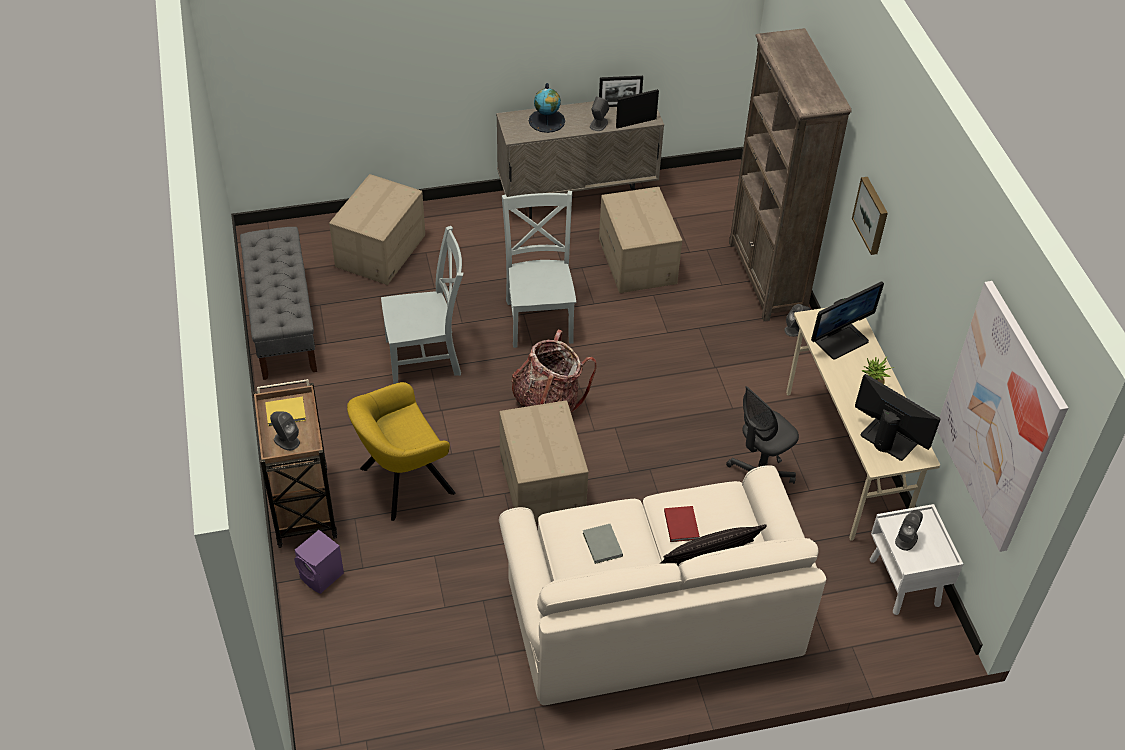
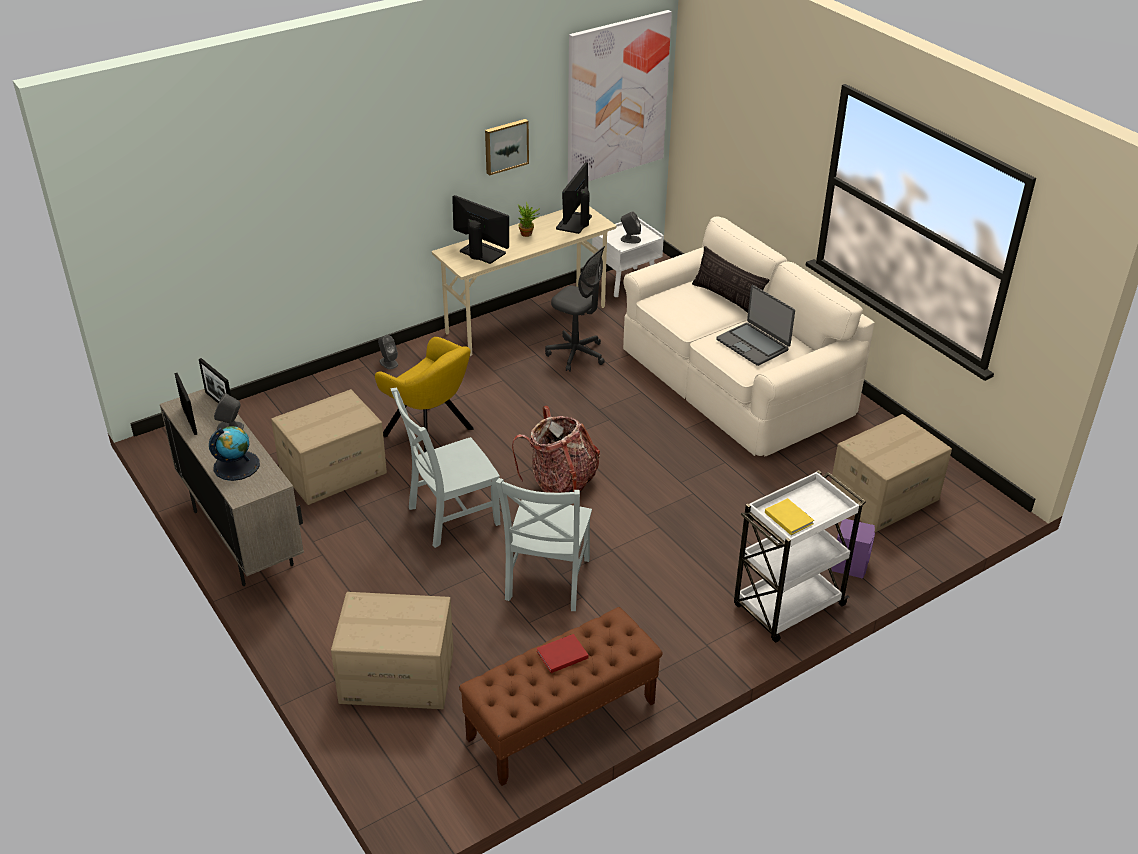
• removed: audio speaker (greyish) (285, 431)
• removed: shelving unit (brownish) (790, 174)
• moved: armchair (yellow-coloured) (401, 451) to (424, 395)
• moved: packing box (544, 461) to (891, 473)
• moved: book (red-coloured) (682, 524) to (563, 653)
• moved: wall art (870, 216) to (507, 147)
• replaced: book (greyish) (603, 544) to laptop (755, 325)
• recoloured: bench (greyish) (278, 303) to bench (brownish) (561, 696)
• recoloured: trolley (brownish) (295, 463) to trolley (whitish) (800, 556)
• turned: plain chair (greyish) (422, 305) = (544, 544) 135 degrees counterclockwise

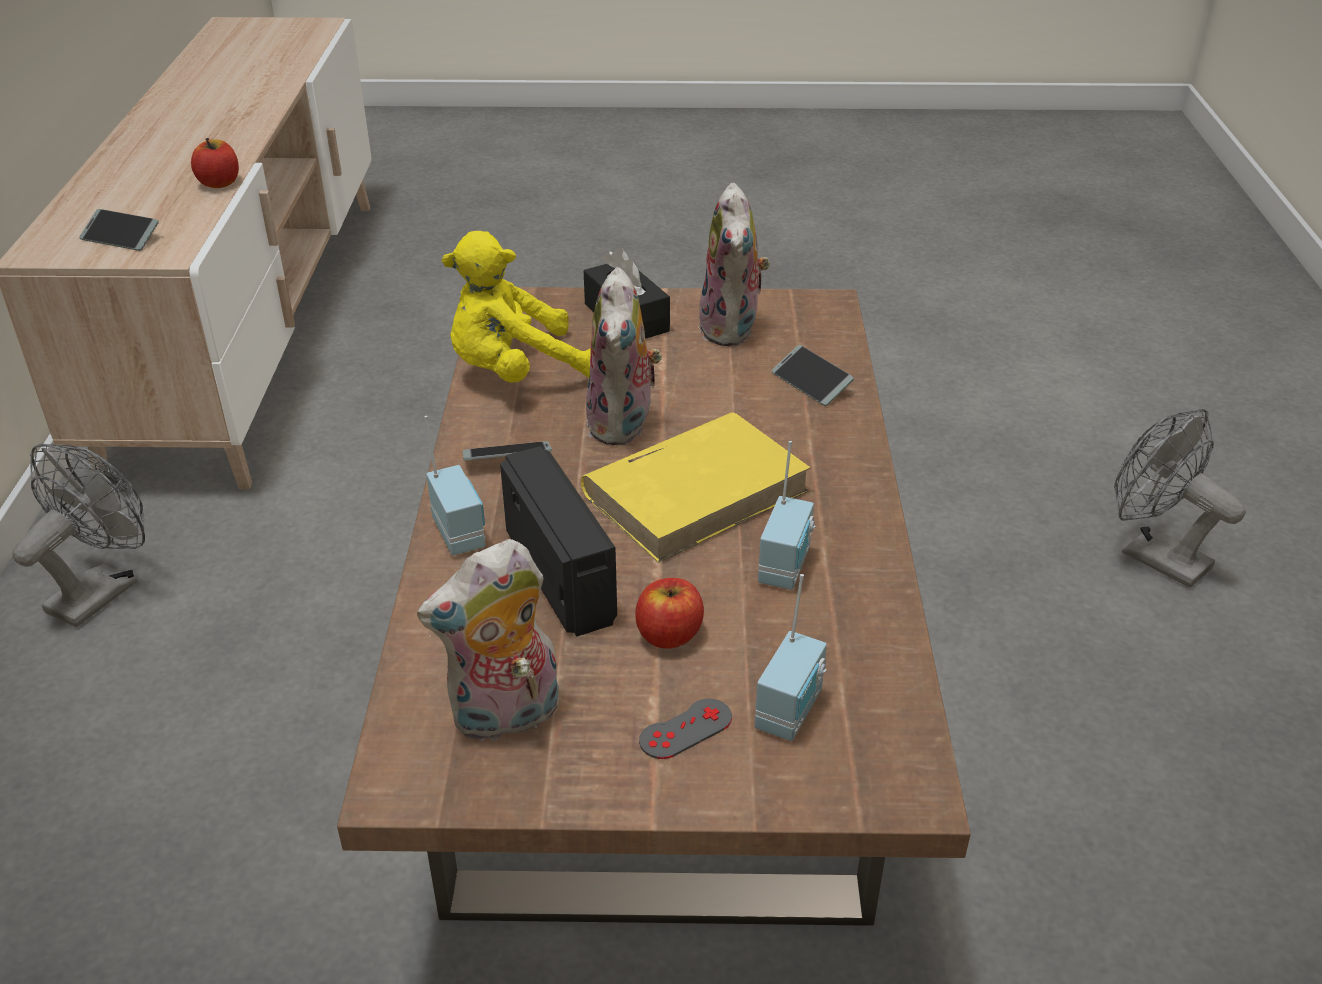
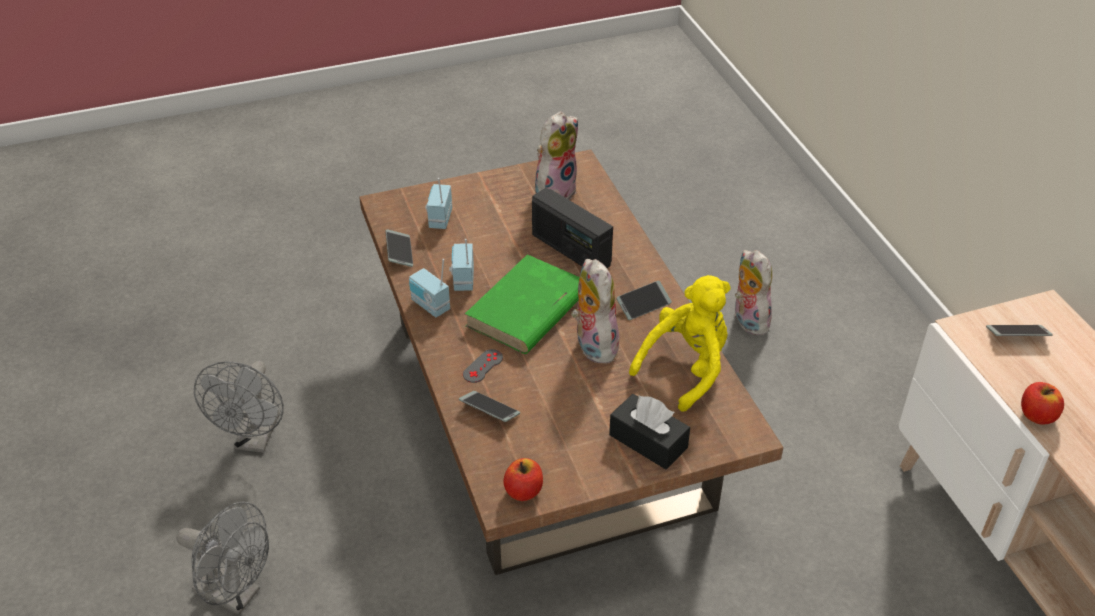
• added: handset (399, 248)
• moved: electric fan (greyish) (78, 535) to (239, 407)
• moved: radio receiver (454, 486) to (429, 288)
• moved: whole apple (669, 613) to (523, 479)
• moved: joypad (greyish) (685, 729) to (483, 366)
• moved: soft toy (734, 264) to (753, 292)
• recoloured: book (yellow-coloured) (696, 487) to book (green-coloured) (522, 304)

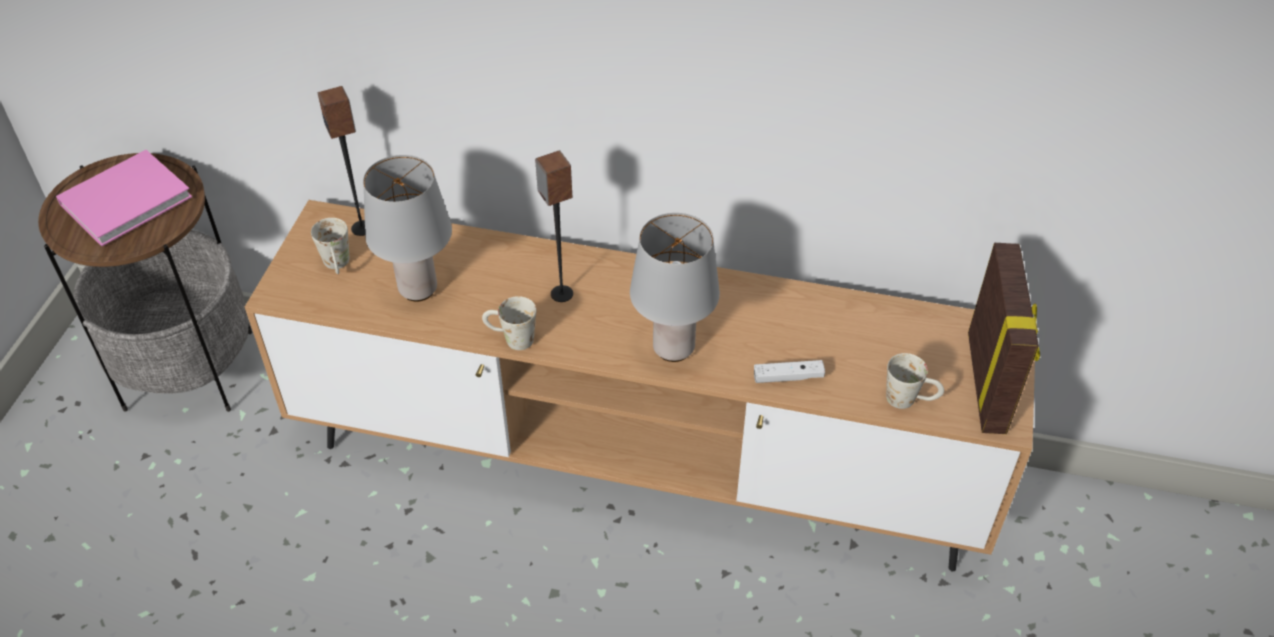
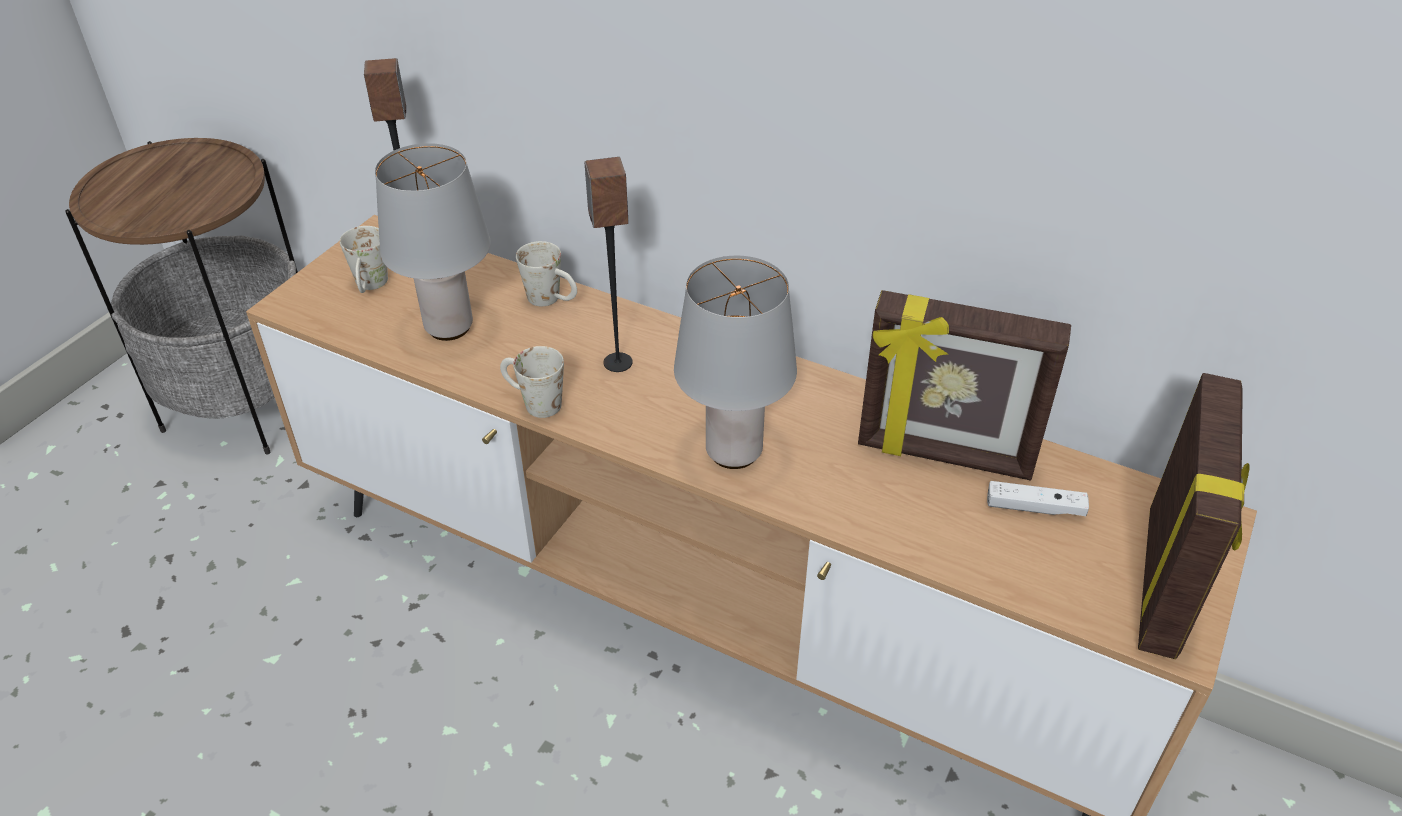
• removed: book (pinkish) (124, 198)
• added: picture frame (964, 385)
• moved: joypad (whitish) (789, 371) to (1038, 498)
• moved: coffee mug (whitish) (915, 381) to (546, 273)

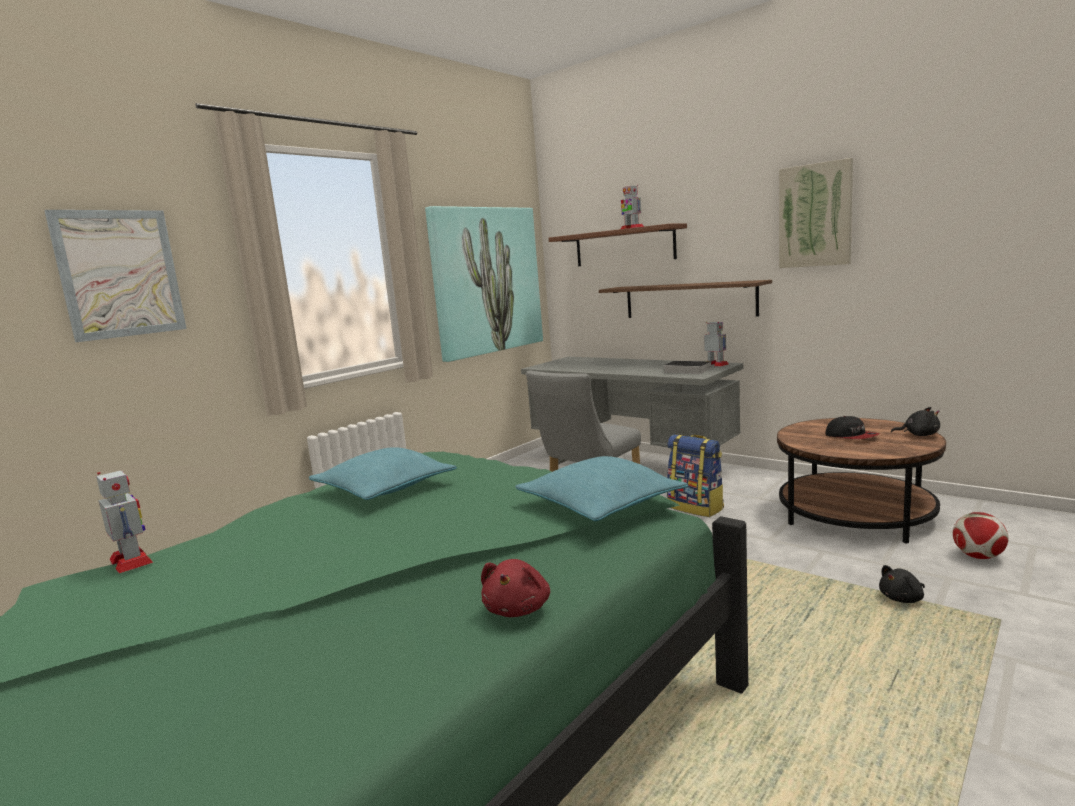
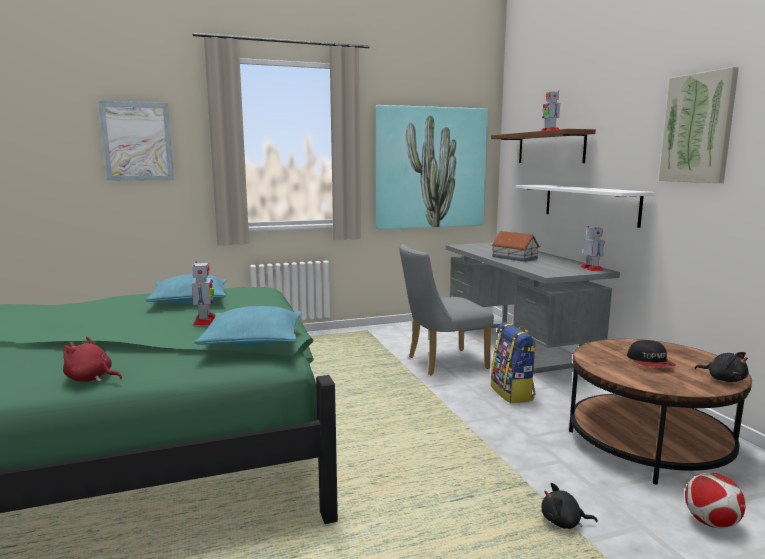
• removed: book (687, 367)
• added: miniature house (516, 246)
• moved: toy robot (124, 522) to (203, 293)
• recoloured: shelf (brownish) (685, 299) to shelf (whitish) (585, 206)
• turned: soft toy (red-coloured) (515, 588) = (92, 359) 60 degrees clockwise

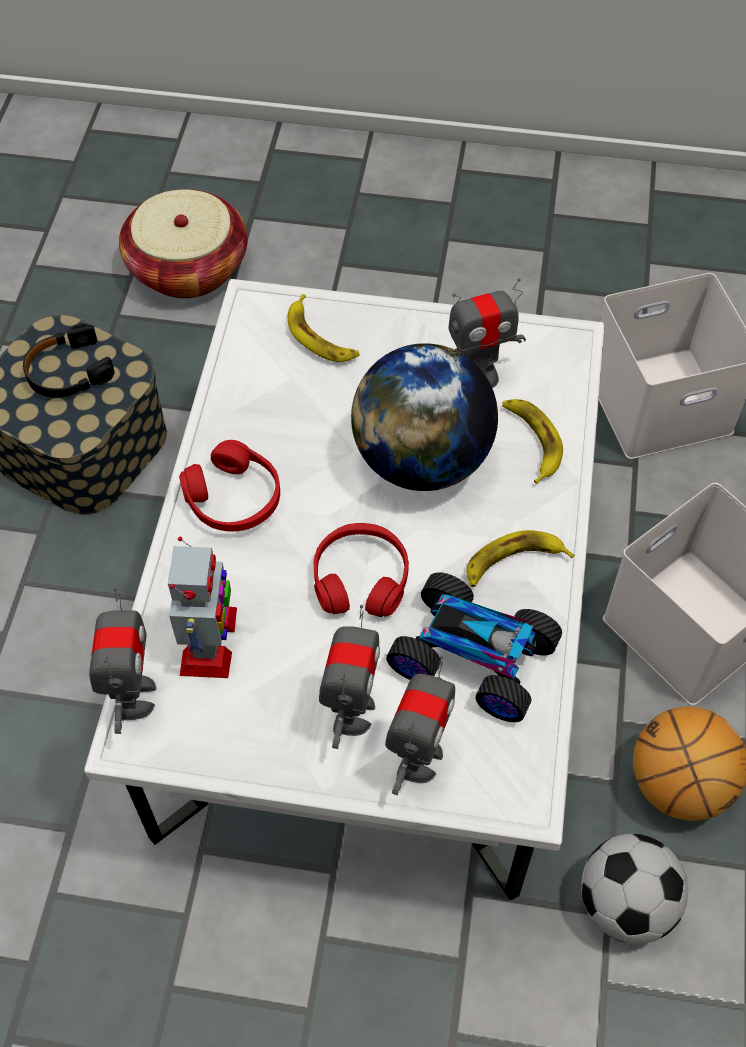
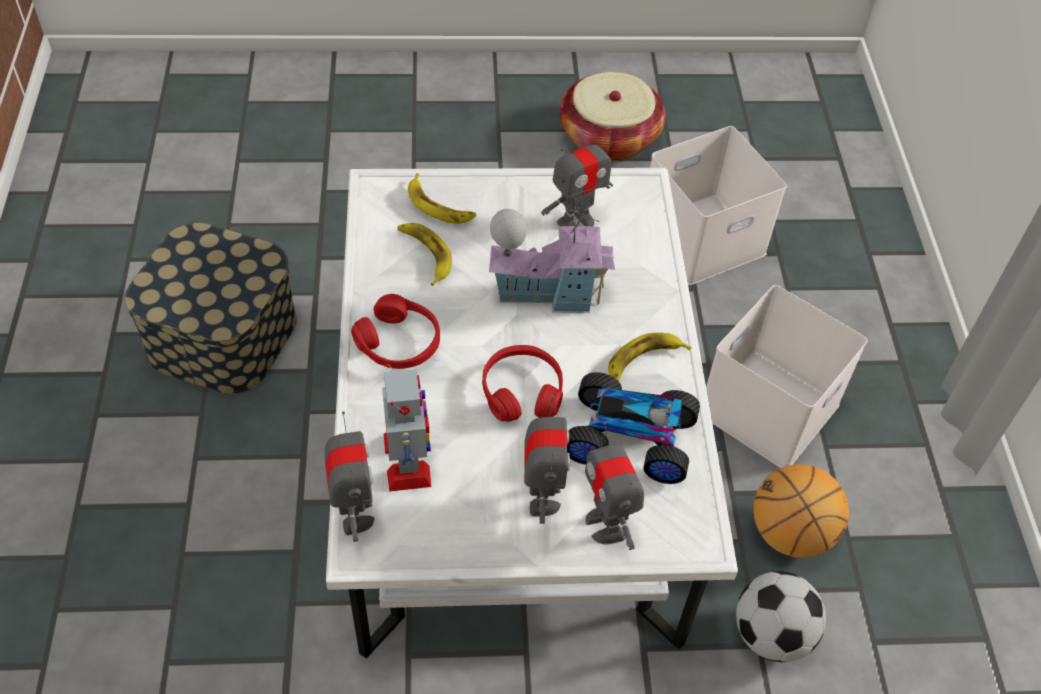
• removed: headphones (black-coloured) (69, 361)
• moved: storage basket (183, 243) to (612, 116)
• moved: banana (532, 441) to (425, 254)
• replaced: globe (424, 417) to miniature house (552, 261)
• turned: toy robot (420, 725) = (614, 486) 150 degrees clockwise

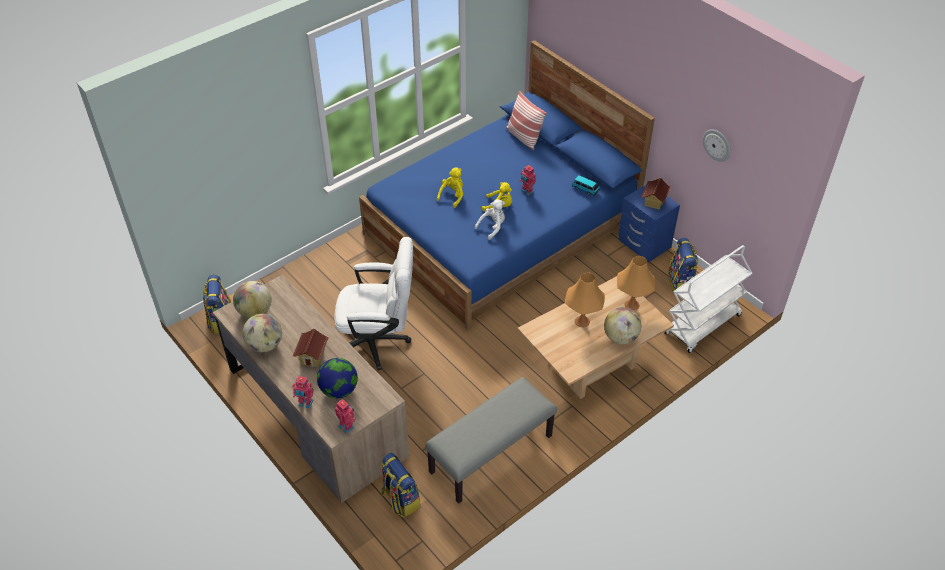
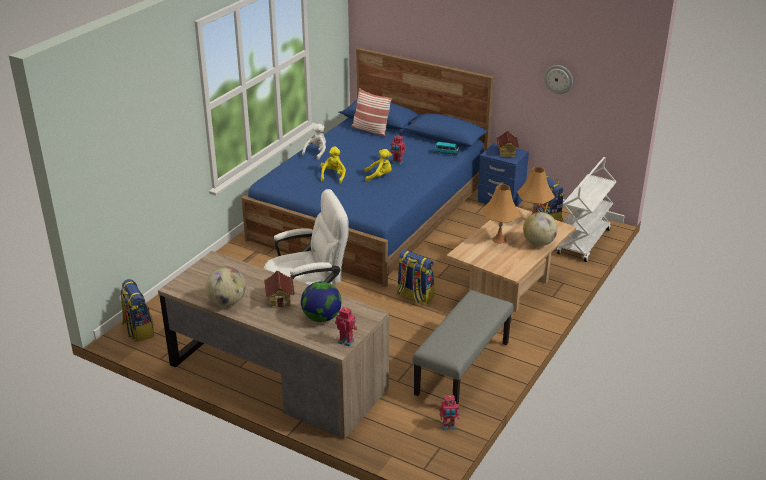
• removed: globe (252, 299)
• moved: toy robot (303, 392) to (449, 412)
• moved: knapsack (400, 485) to (415, 277)
• moved: soft toy (whitish) (490, 219) to (314, 142)

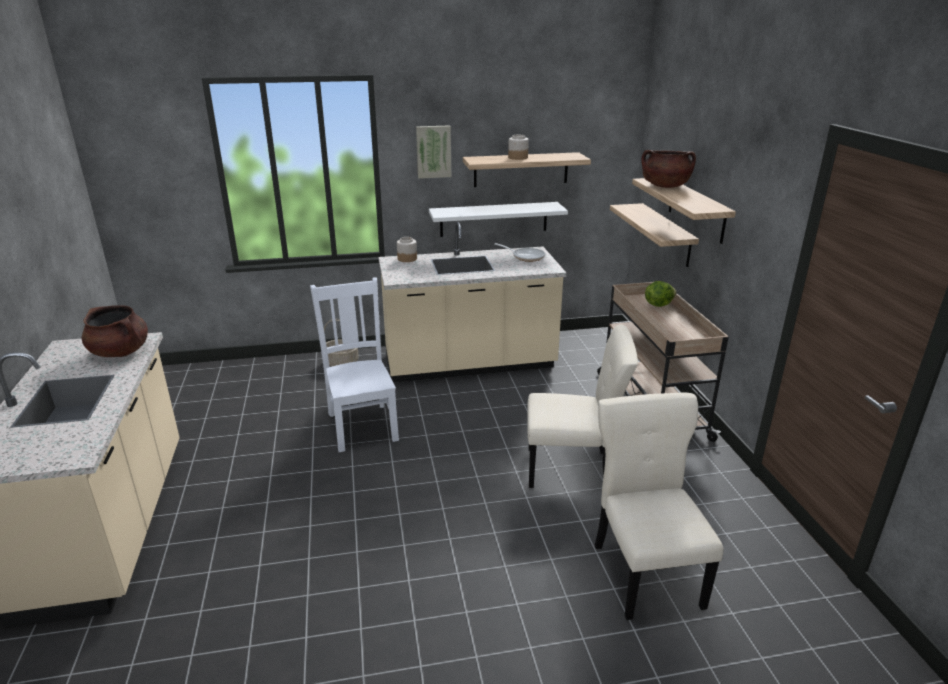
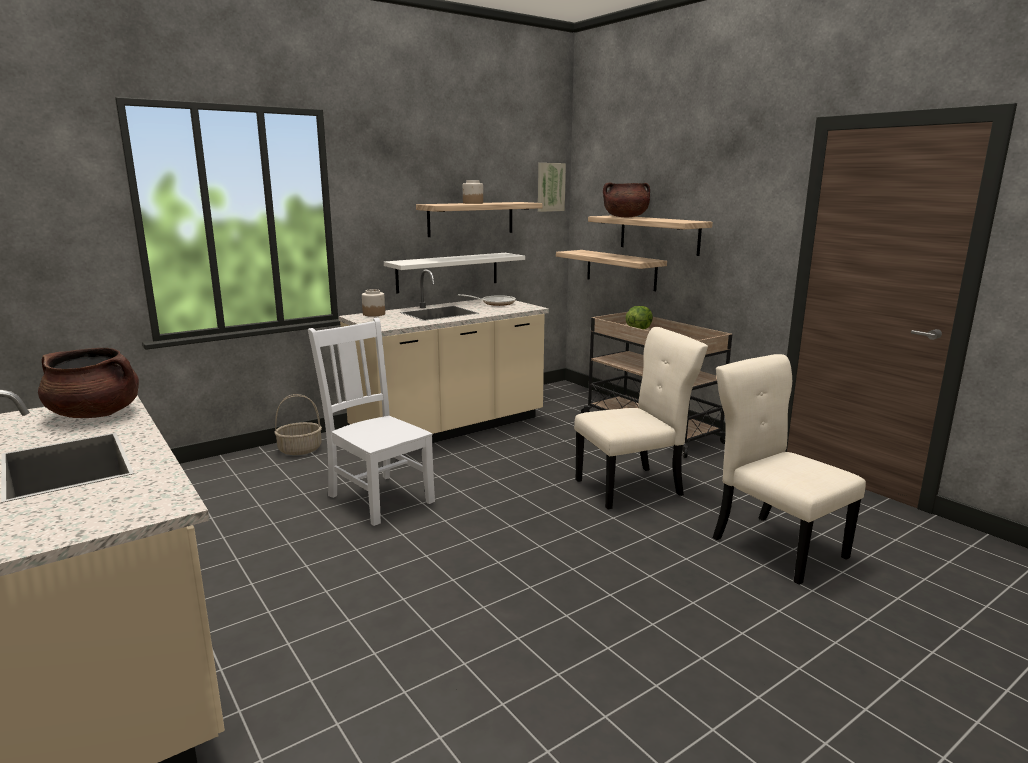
• moved: wall art (433, 152) to (552, 187)

